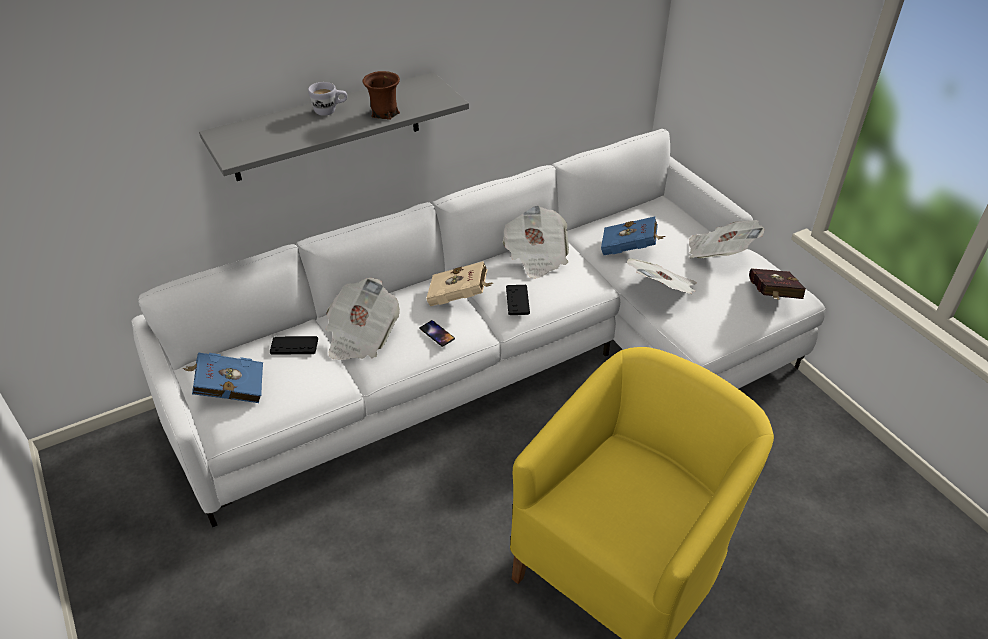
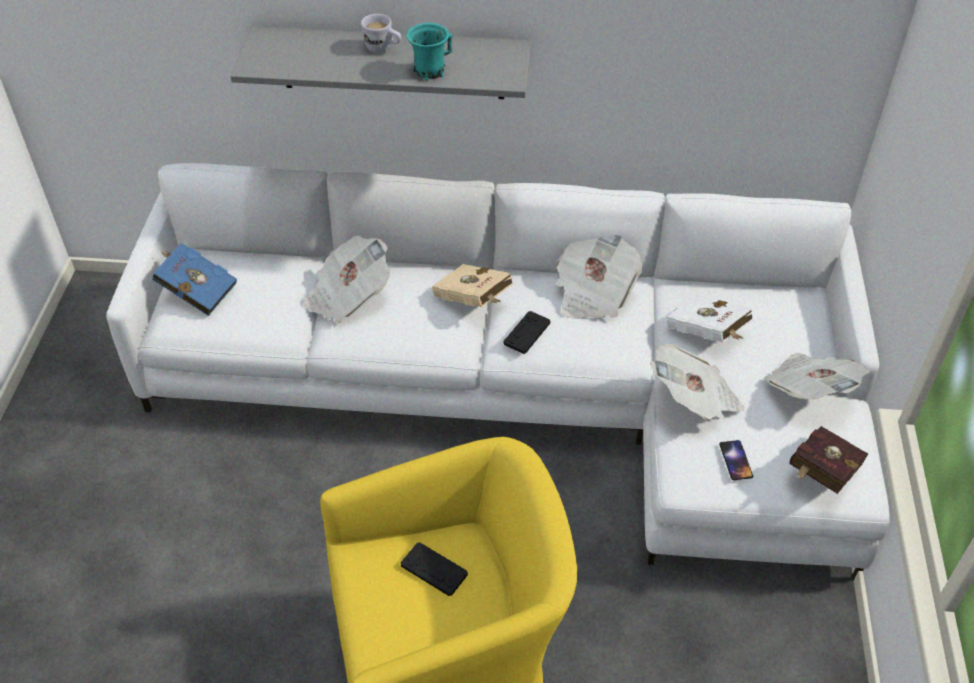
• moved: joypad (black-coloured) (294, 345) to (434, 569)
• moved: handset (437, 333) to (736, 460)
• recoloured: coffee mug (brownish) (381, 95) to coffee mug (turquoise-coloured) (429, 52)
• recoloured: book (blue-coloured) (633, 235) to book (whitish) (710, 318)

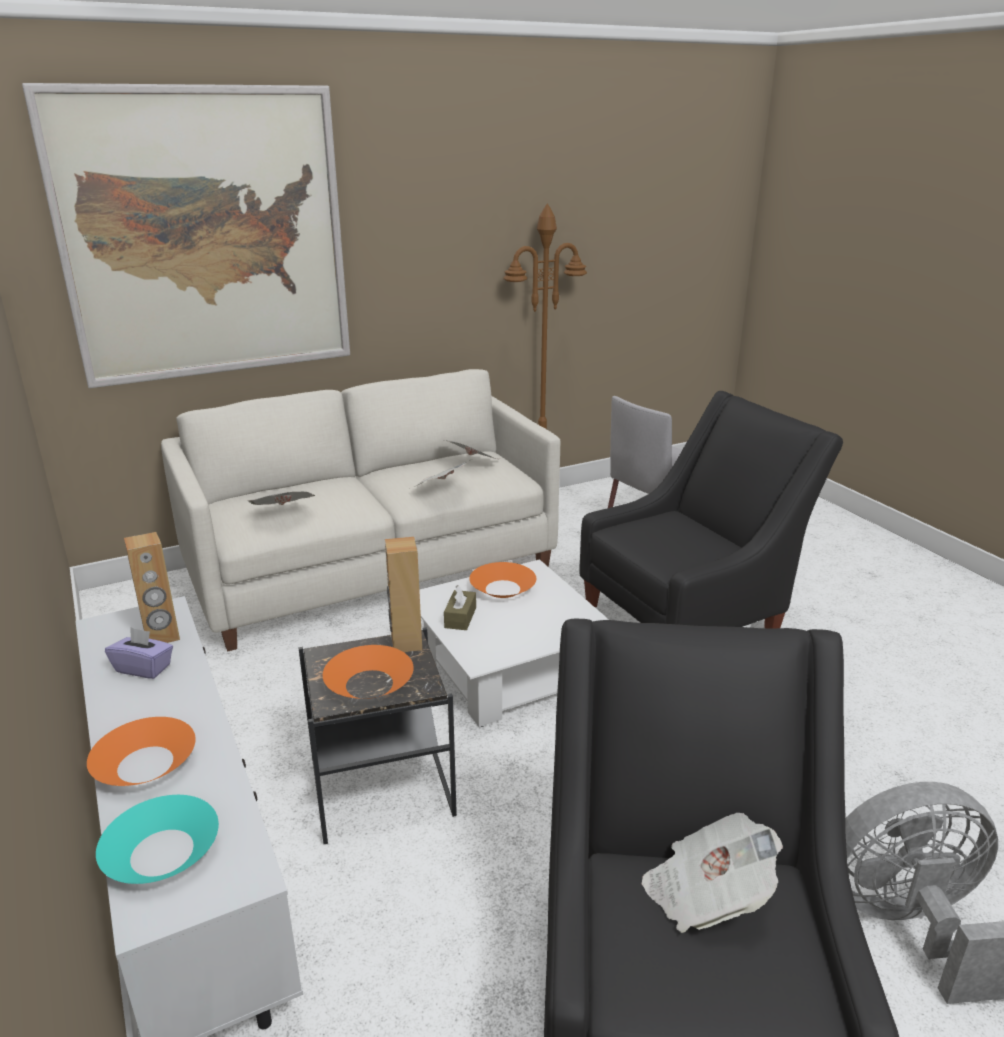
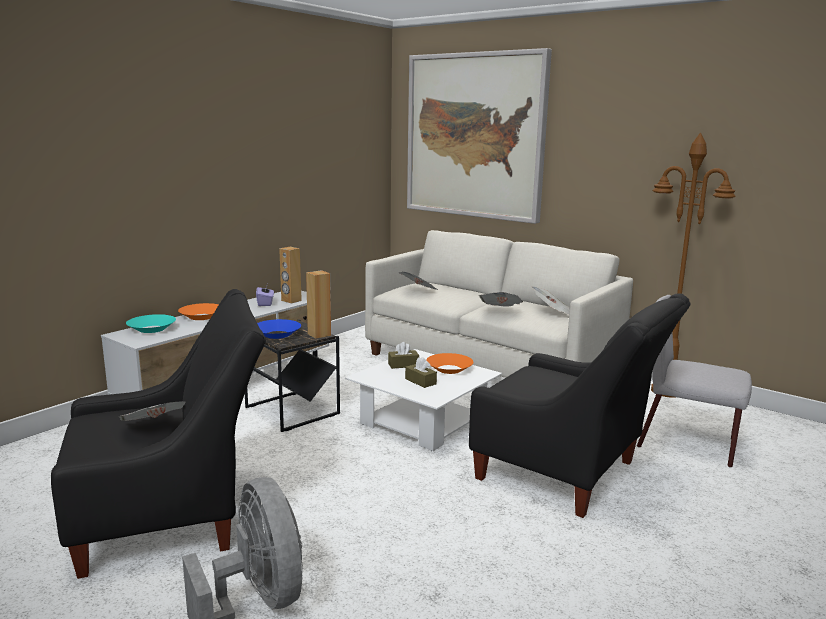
• added: tissue holder (brownish) (421, 372)
• recoloured: bowl (orangey) (368, 672) to bowl (blue-coloured) (279, 329)

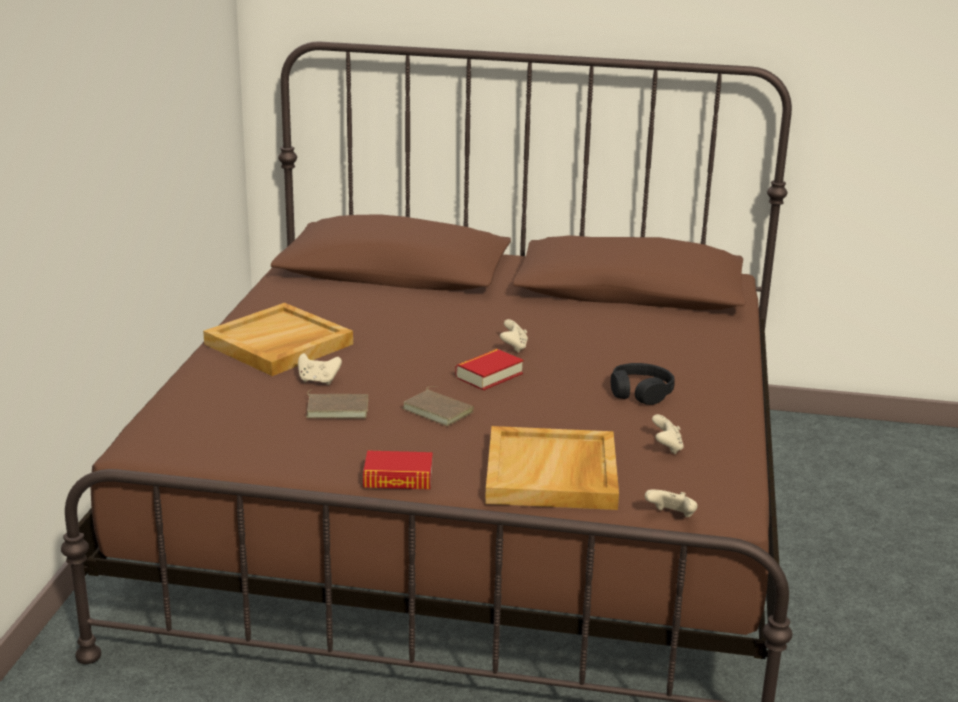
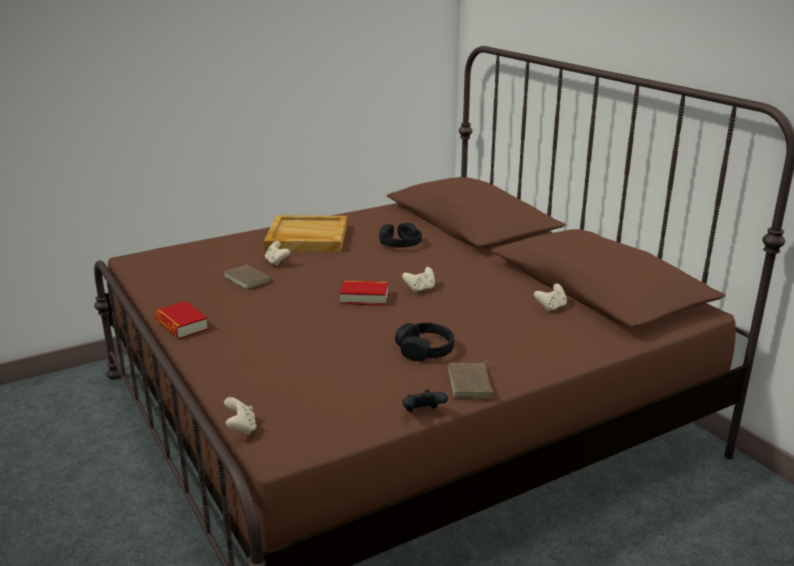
• removed: carrying tray (sand-coloured) (552, 468)
• added: headphones (black-coloured) (400, 235)
• added: joypad (black-coloured) (425, 401)
• moved: book (brownish) (438, 406) to (472, 379)
• moved: joypad (sand-coloured) (668, 434) to (550, 298)

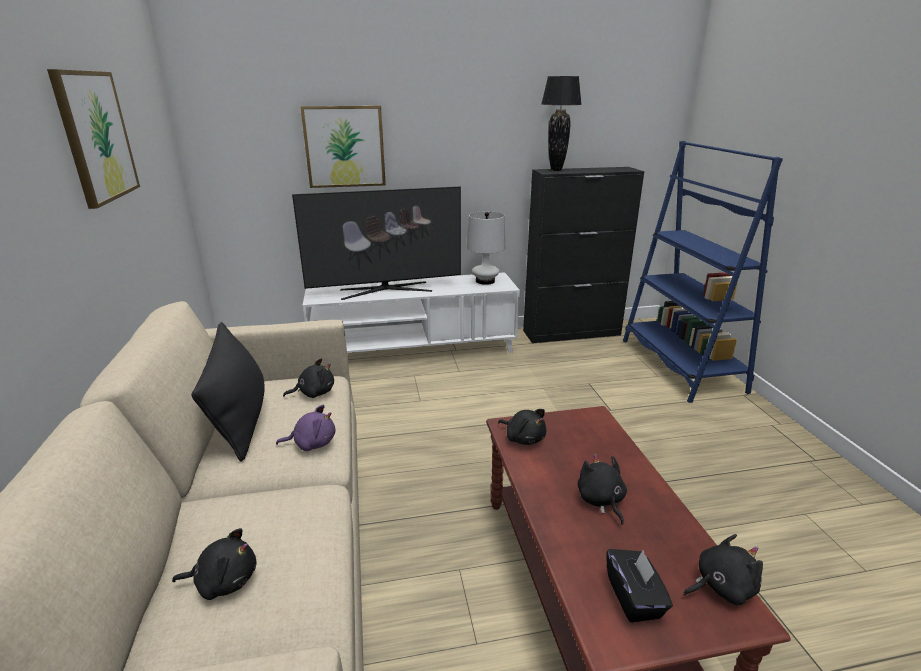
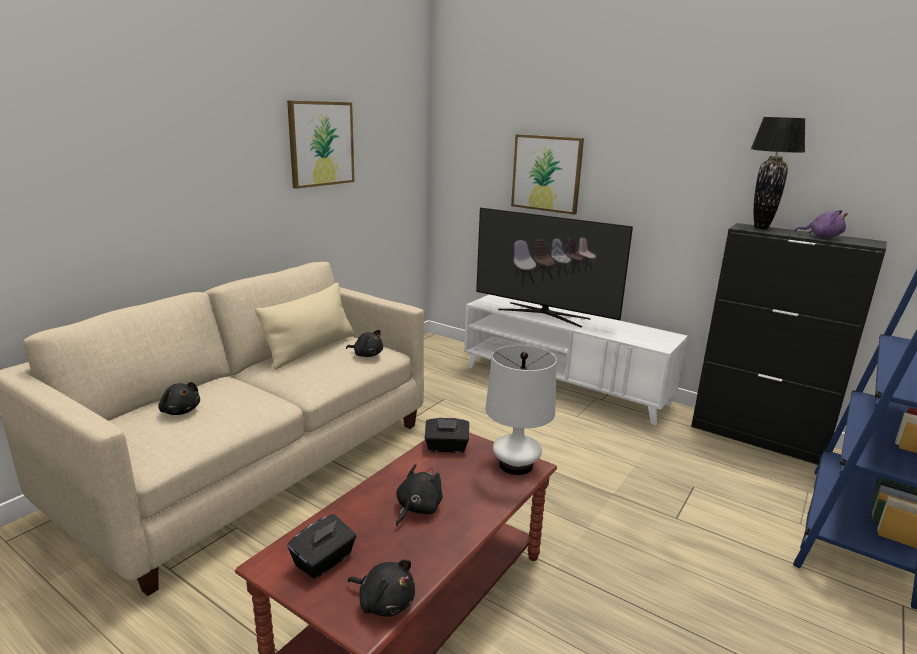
• moved: soft toy (purplish) (305, 427) to (821, 224)
• moved: lamp for a table (whitish) (486, 248) to (521, 410)
• replaced: soft toy (black-coloured) (522, 427) to tissue holder (black-coloured) (447, 435)
• recoloured: cushion (black-coloured) (228, 391) to cushion (sand-coloured) (304, 326)

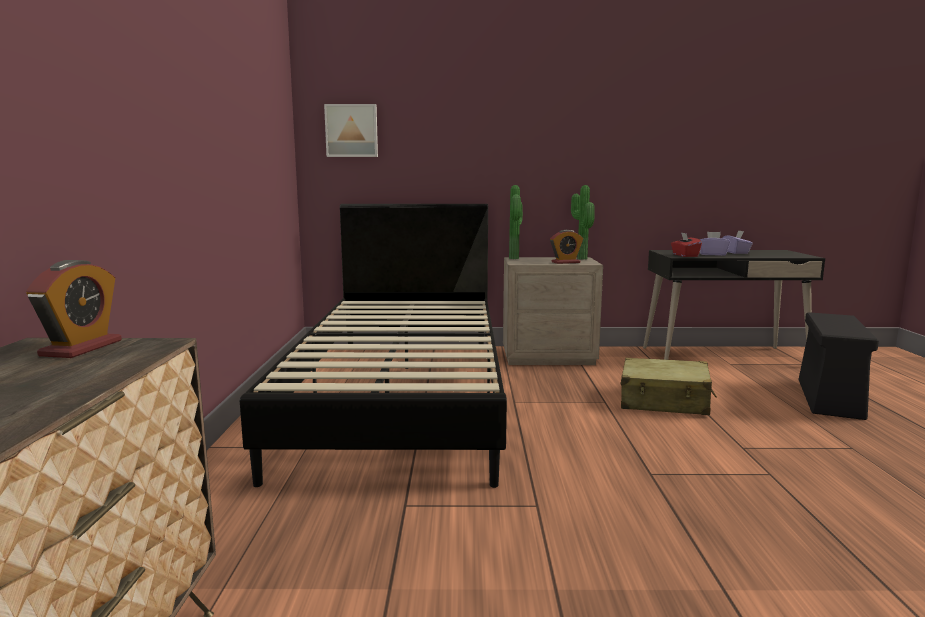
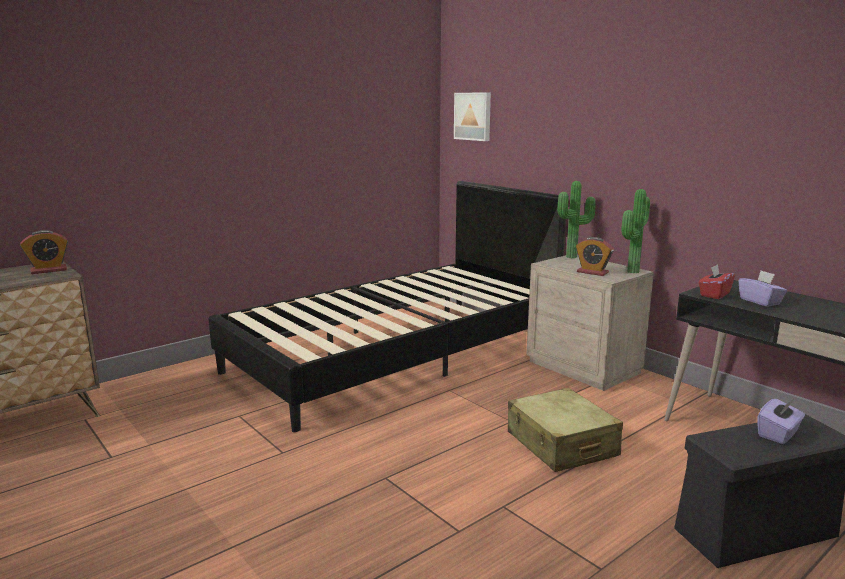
• moved: tissue holder (purplish) (738, 242) to (781, 421)

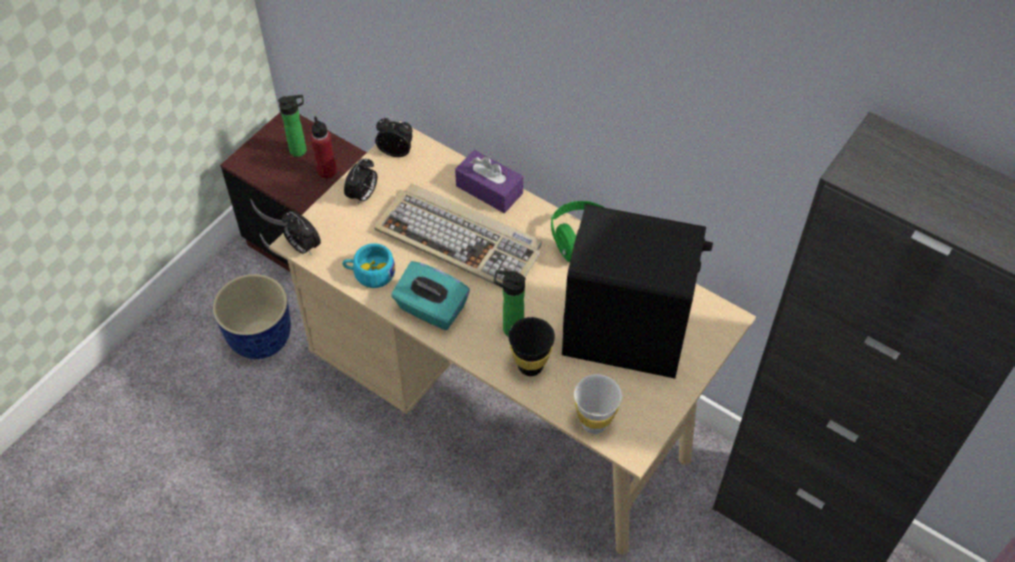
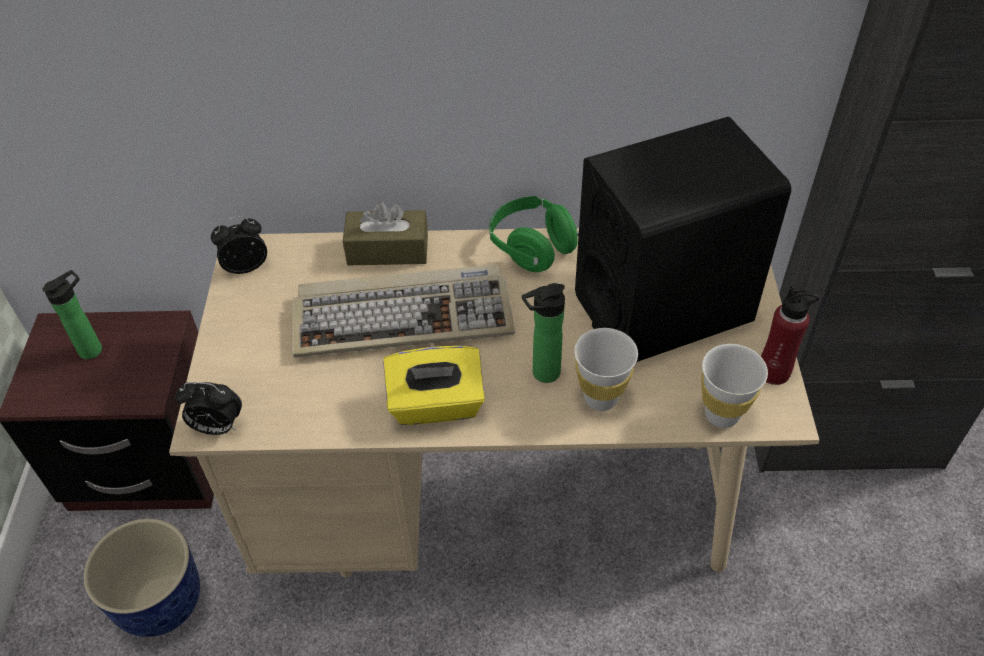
• removed: drinking cup (turquoise-coloured) (369, 265)
• removed: bedside clock (360, 181)
• moved: beverage bottle (red-coloured) (323, 147) to (790, 335)
• recoloured: tissue holder (turquoise-coloured) (430, 295) to tissue holder (yellow-coloured) (434, 385)
• recoloured: tissue holder (purplish) (489, 181) to tissue holder (brownish) (385, 233)
• recoloured: drinking cup (black-coloured) (531, 346) to drinking cup (whitish) (606, 369)

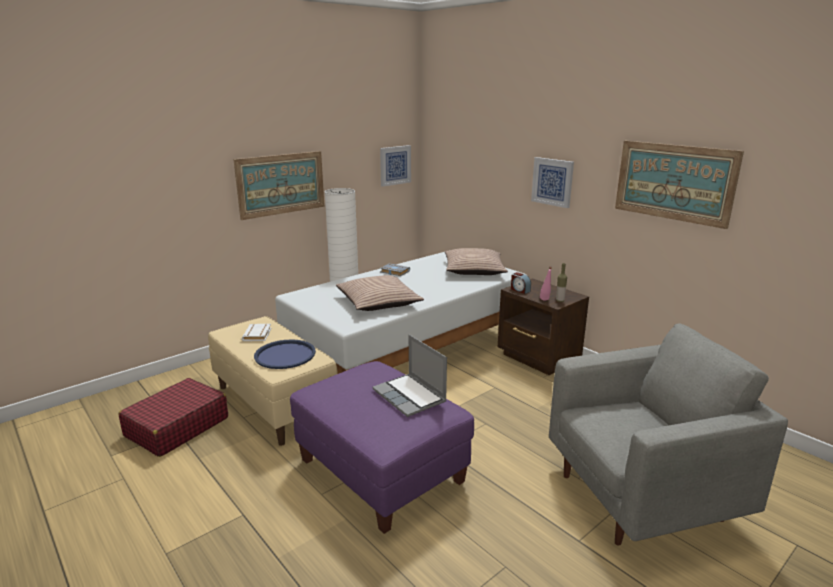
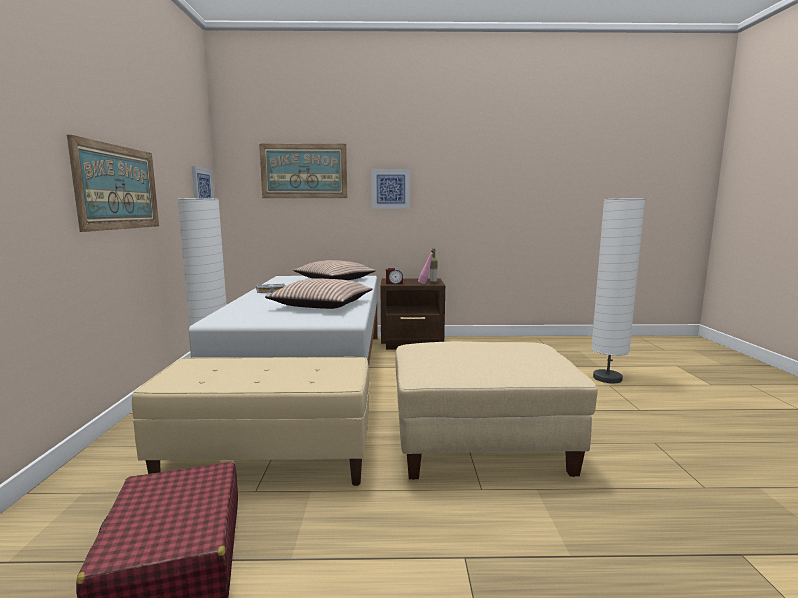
• removed: book (whitish) (256, 332)
• removed: carrying tray (blue-coloured) (285, 354)
• removed: laptop (409, 376)
• moved: wall art (679, 185) to (303, 171)
• replaced: armchair (greyish) (668, 434) to standing lamp (whitish) (618, 291)
• recoloured: ottoman (purplish) (382, 447) to ottoman (sand-coloured) (496, 410)

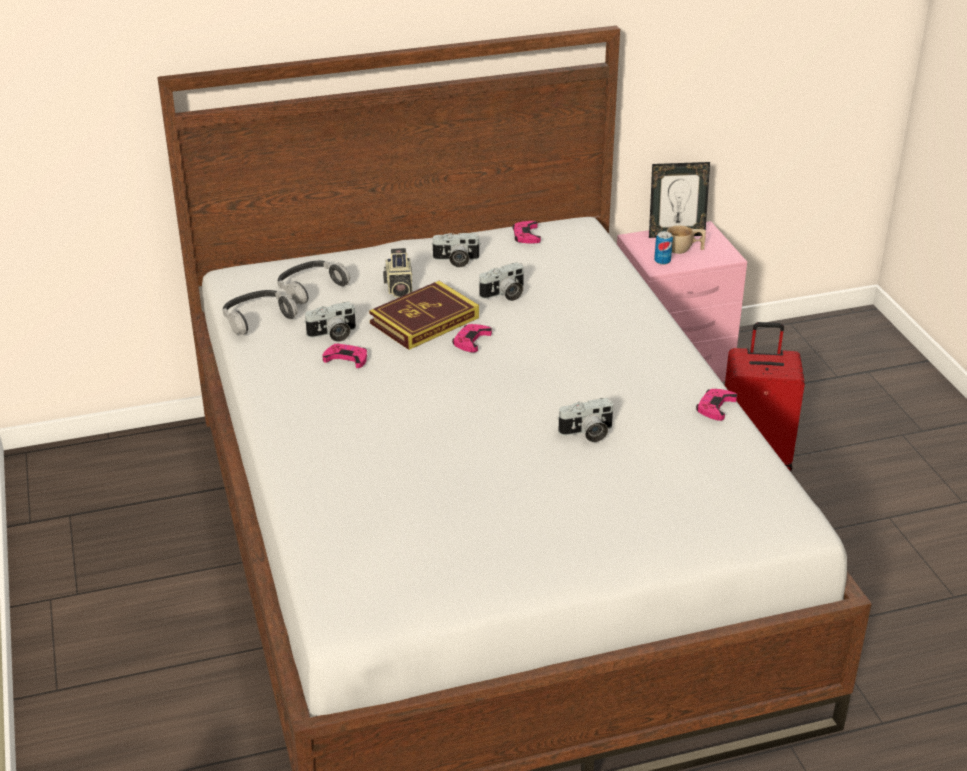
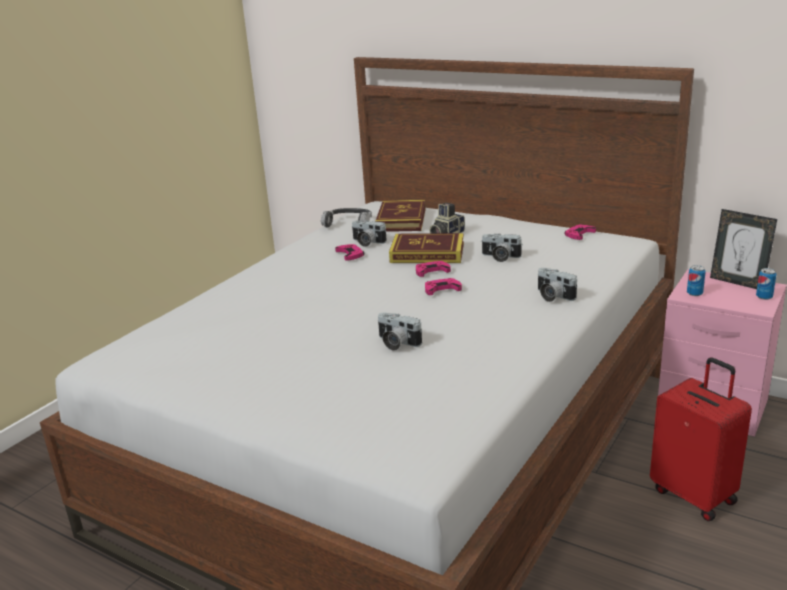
• removed: drinking cup (sand-coloured) (686, 240)
• added: sealed can (766, 284)
• moved: photo camera (456, 250) to (557, 285)
• moved: joypad (pinkish) (716, 405) to (443, 286)
• replaced: headphones (314, 282) to book (400, 216)

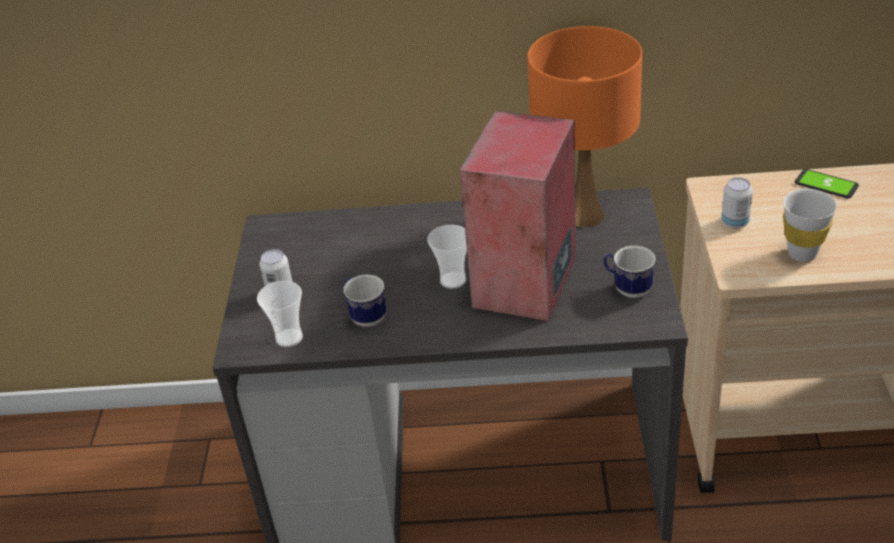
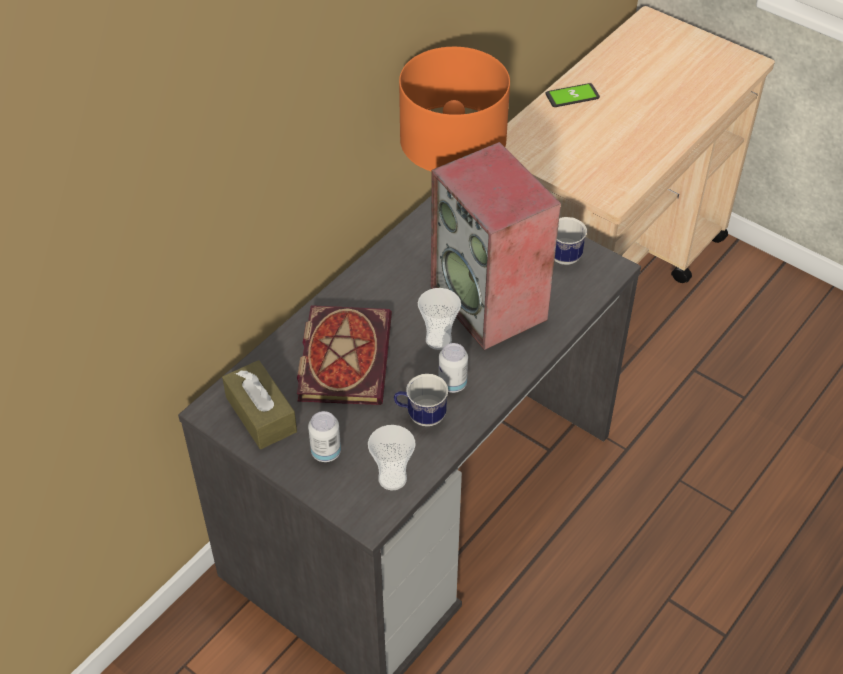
• removed: drinking cup (whitish) (810, 225)
• added: tissue holder (brownish) (259, 404)
• added: book (344, 355)
• moved: sealed can (737, 202) to (453, 368)

